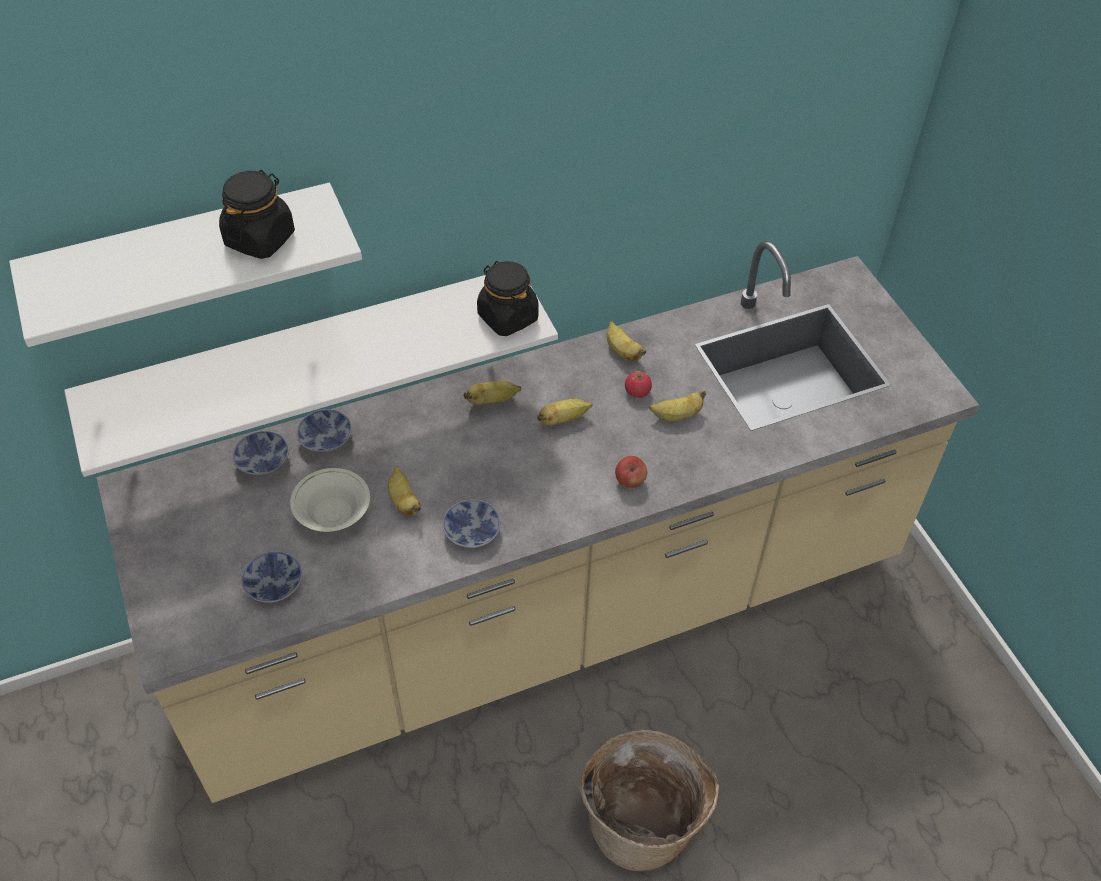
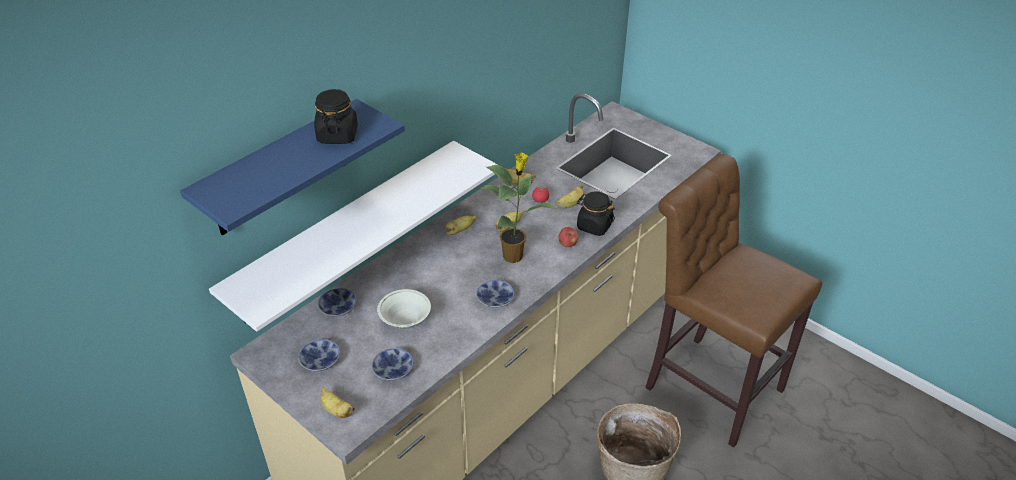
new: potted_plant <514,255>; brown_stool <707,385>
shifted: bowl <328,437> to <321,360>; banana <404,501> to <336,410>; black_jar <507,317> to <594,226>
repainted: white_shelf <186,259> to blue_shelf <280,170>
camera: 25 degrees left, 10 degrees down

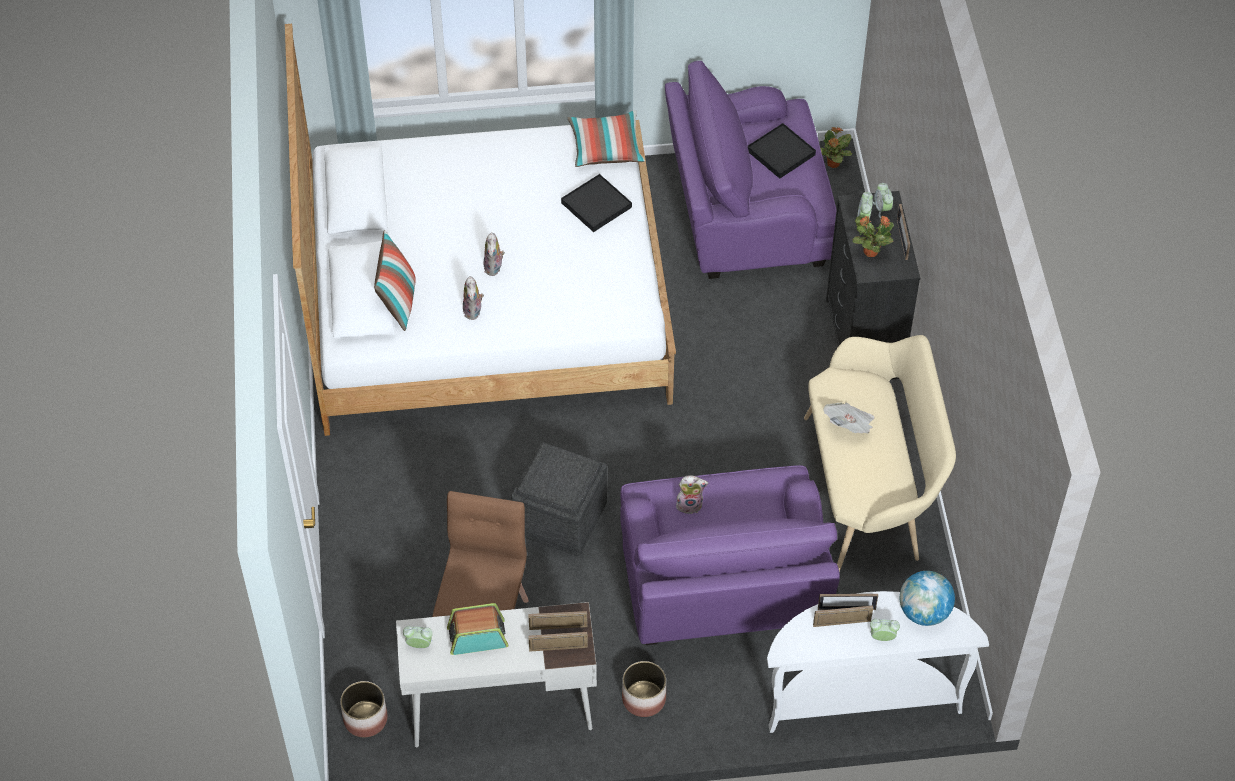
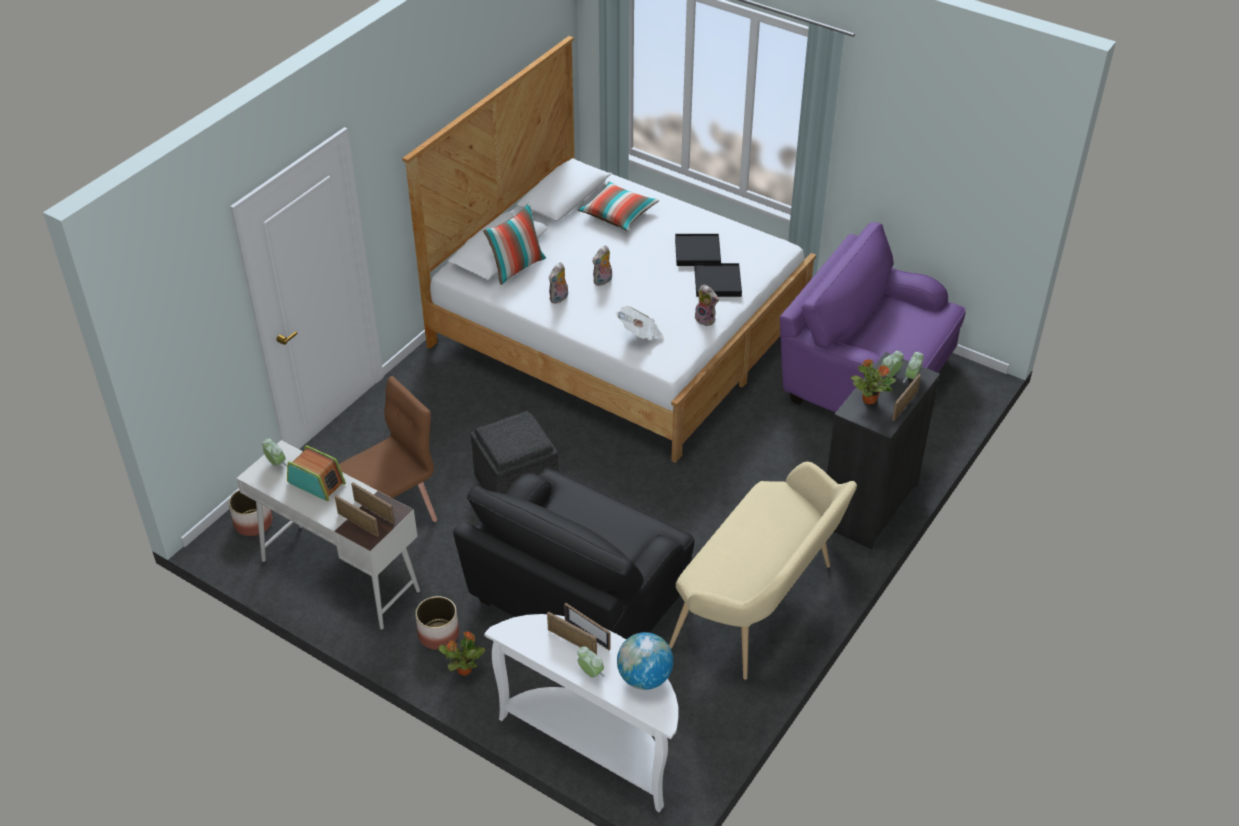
shifted: pillow <606,148> to <618,214>; plush_toy <690,504> to <706,319>; black_tray <781,153> to <697,252>; potted_plant <833,164> to <463,670>; newspaper <849,425> to <640,333>
repainted: purple_armchair <722,586> to black_armchair <577,600>
camera: 40 degrees right, 10 degrees down

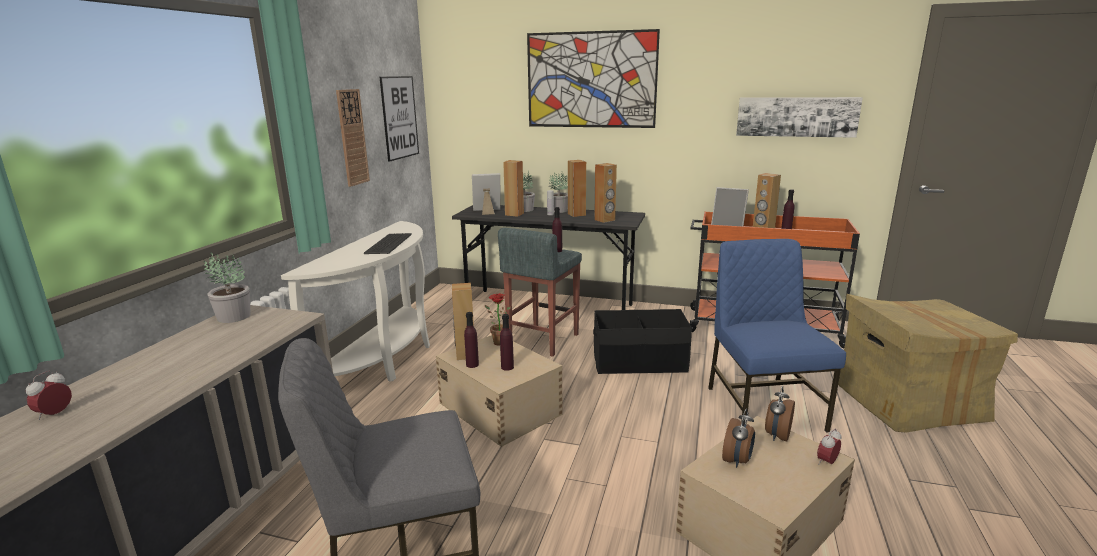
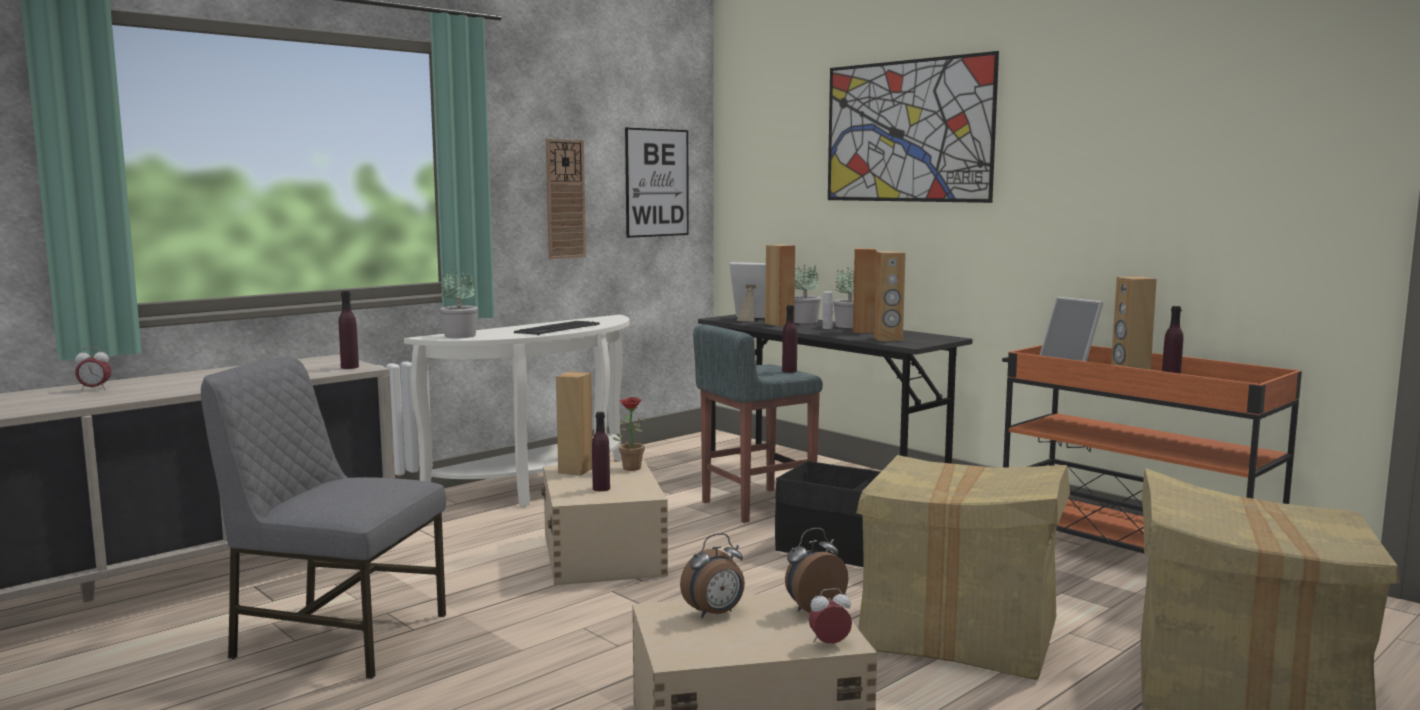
gone: picture <796,116>
shifted: potted_plant <233,317> to <459,336>; purple_bottle <472,365> to <350,367>
swapped: blue_chair <762,407> to cardboard_box <960,634>
rotated: alarm_clock <55,414> = <94,389> 150 degrees counterclockwise
camera: 30 degrees right, 10 degrees down

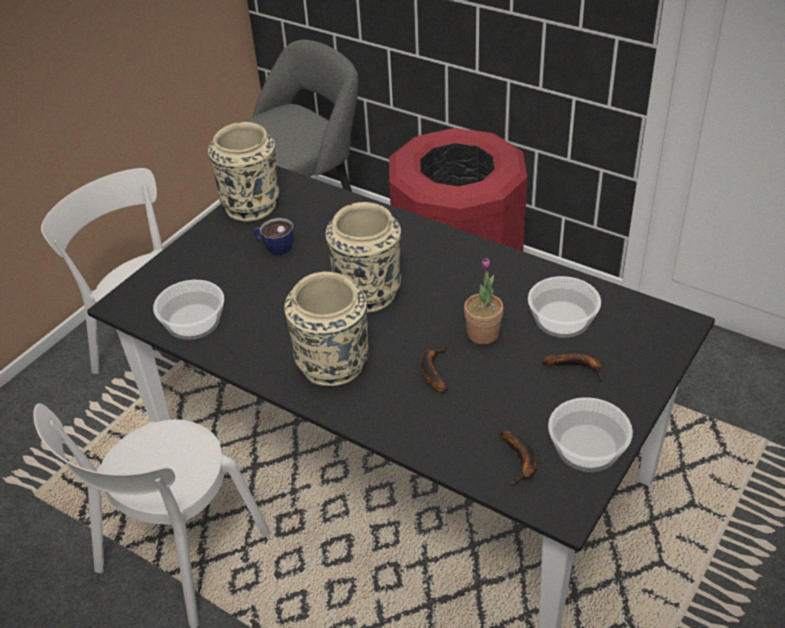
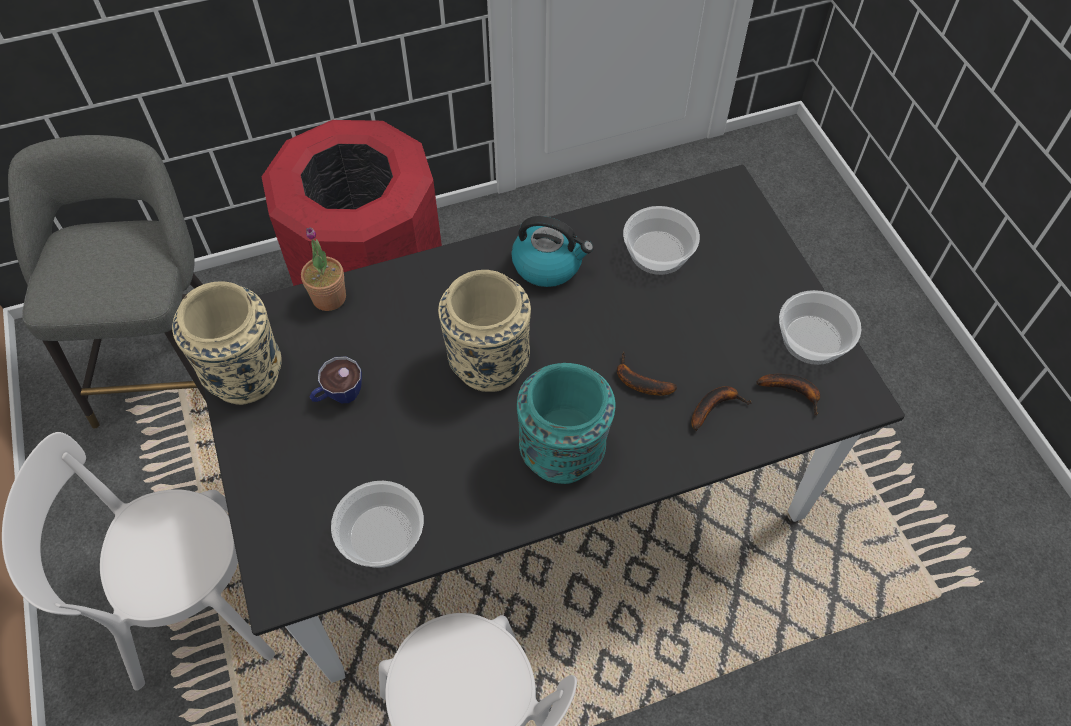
new: kettle <548,264>
shifted: potted_plant <483,334> to <329,297>; banana <577,366> to <715,406>
repainted: beige_vase <333,366> to turquoise_vase <563,452>
camera: 55 degrees left, 15 degrees up

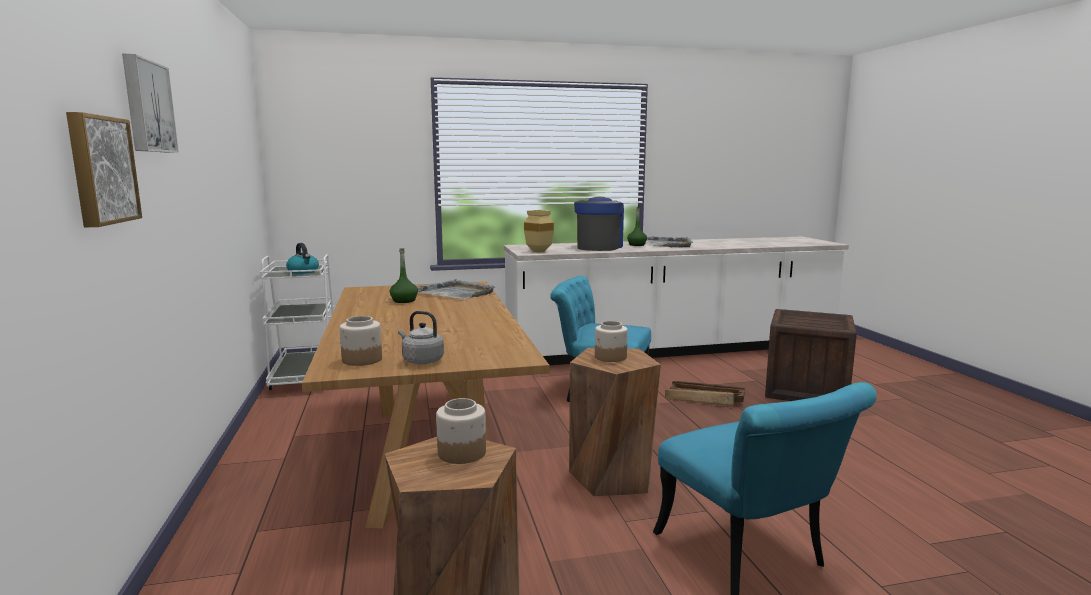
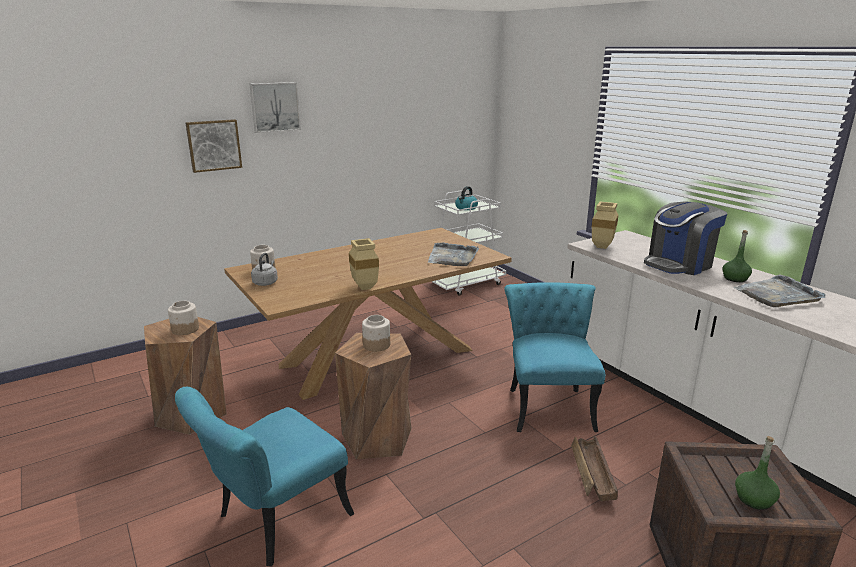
new: beige_vase <366,288>
shifted: green_bottle <404,301> to <754,499>
rotated: coffee_machine <599,247> = <679,264> 150 degrees clockwise
camera: 70 degrees right, 10 degrees up

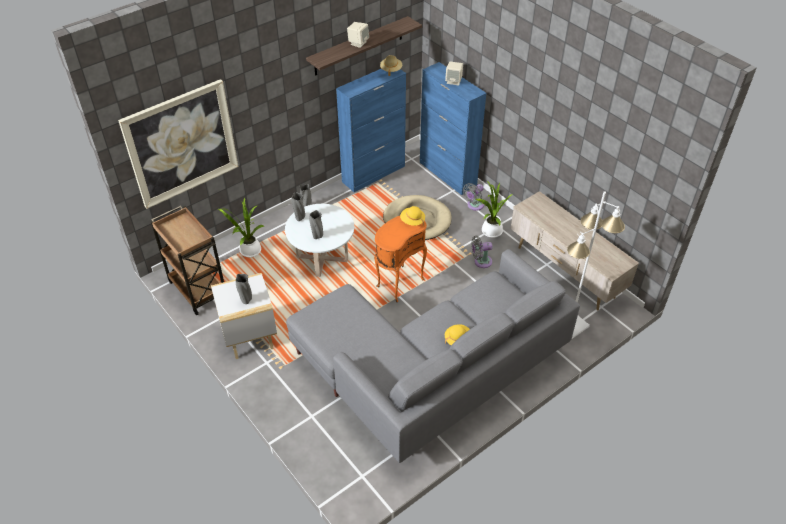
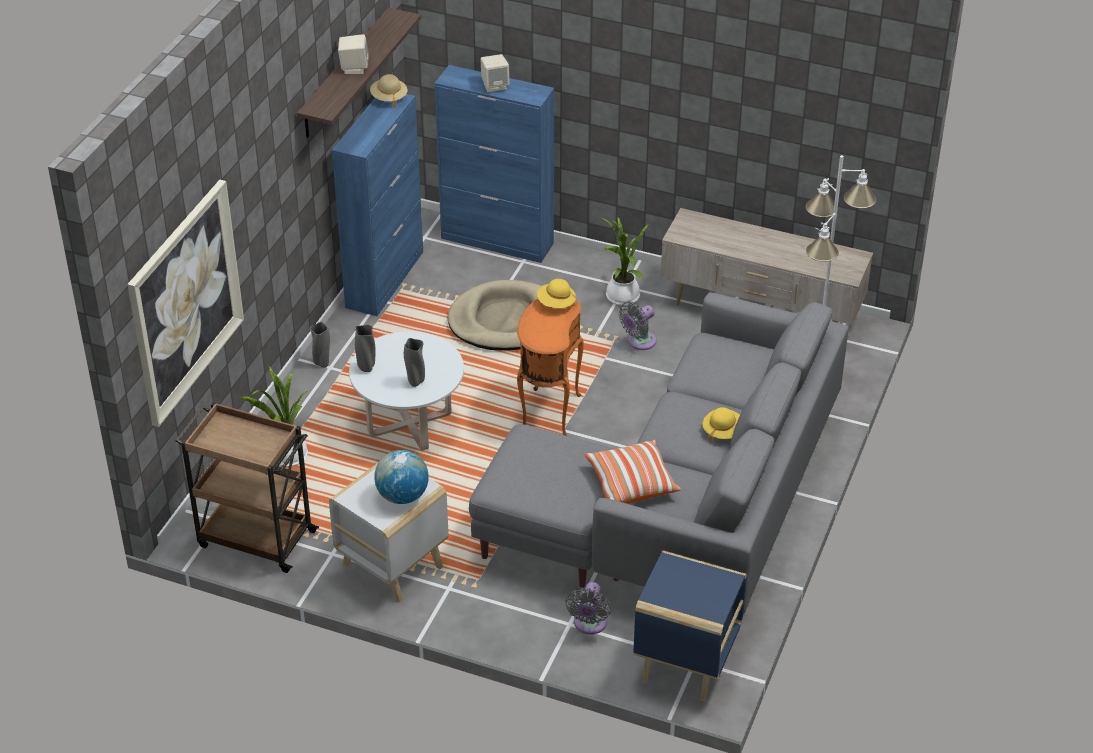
new: pillow <631,483>; blue_side_table <686,663>
shifted: grey_fan <474,205> to <589,624>
swapped: grey_vase <246,300> to globe <402,496>
camera: 30 degrees left, 5 degrees down

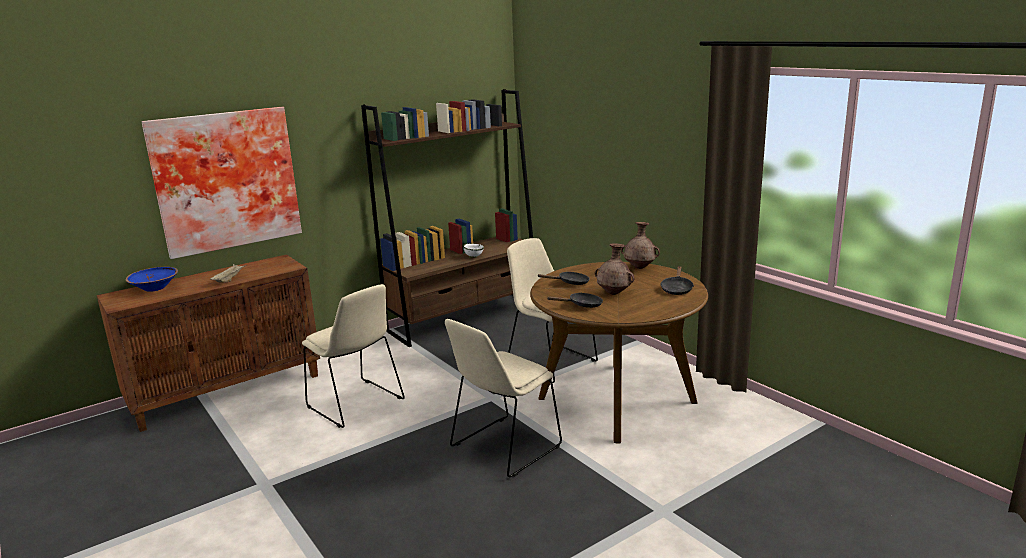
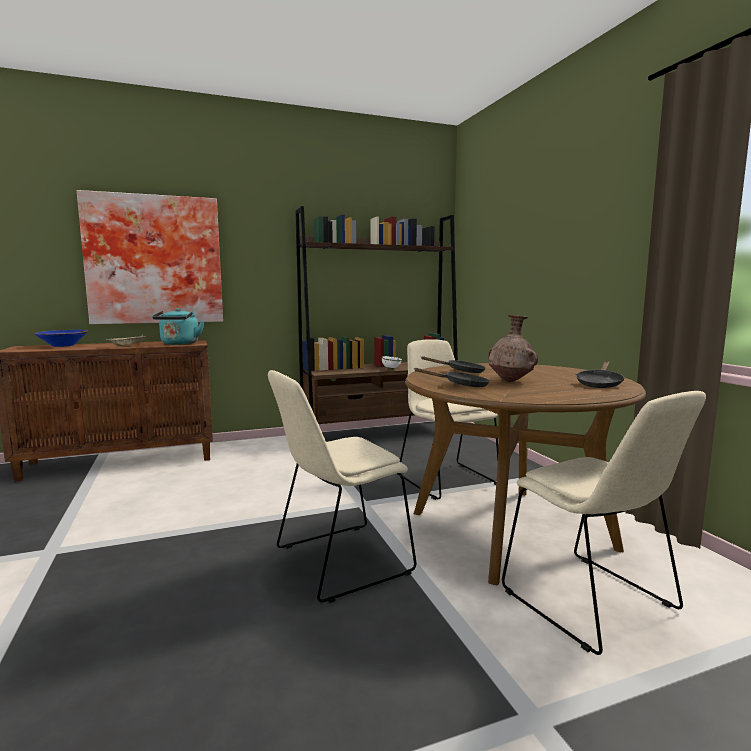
gone: brown_vase <640,267>
new: turquoise_kettle <179,344>
shifted: beige_chair <357,404> to <593,603>
camera: 15 degrees right, 10 degrees down

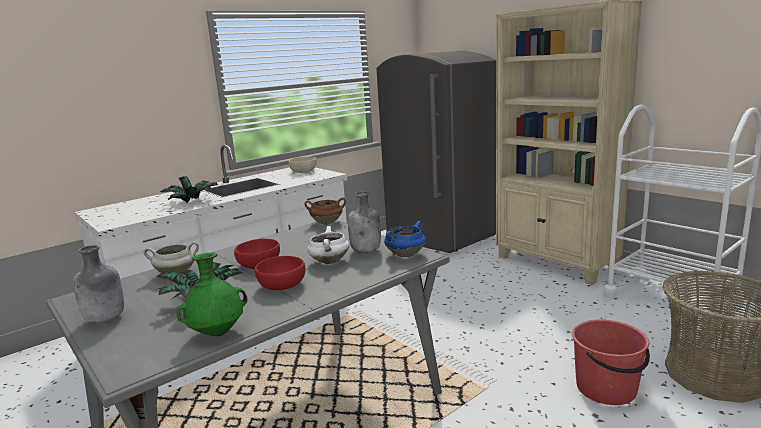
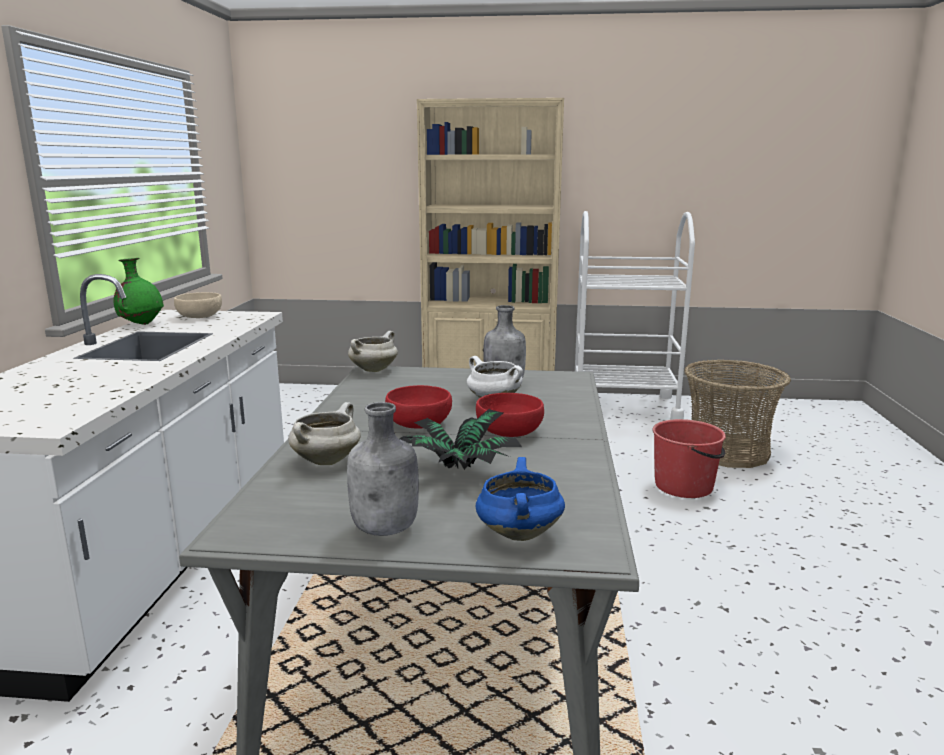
gone: potted_plant <192,202>; grey_fridge <439,236>
shifted: green_vase <218,333> to <141,324>; blue_cooking_pot <406,254> to <518,533>
repainted: brown_cooking_pot <327,223> to white_cooking_pot <373,370>
camera: 45 degrees left, 0 degrees up

